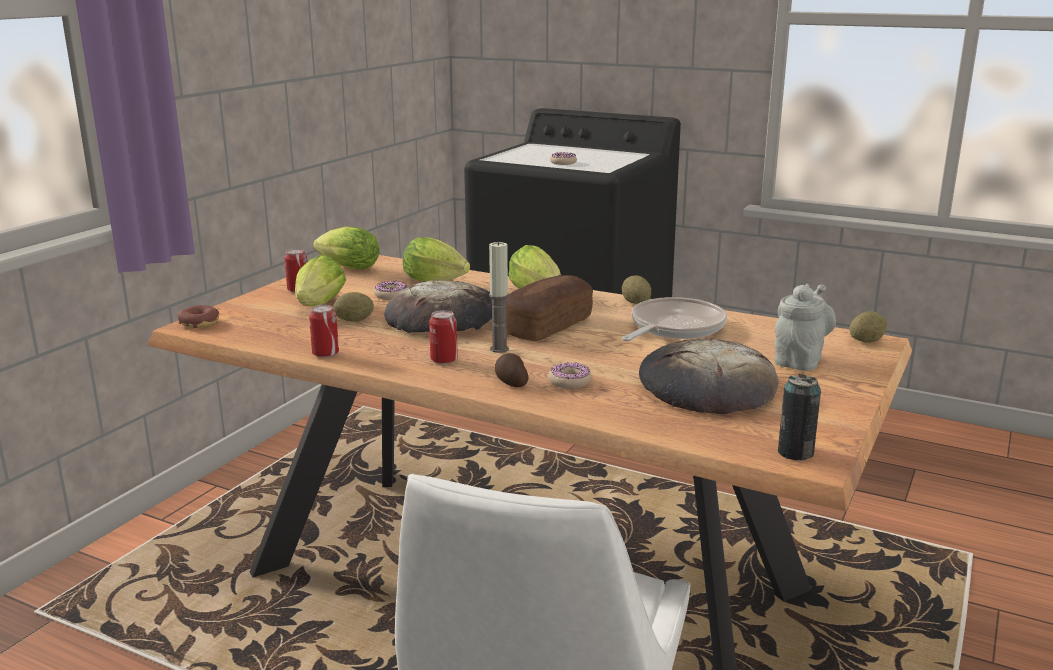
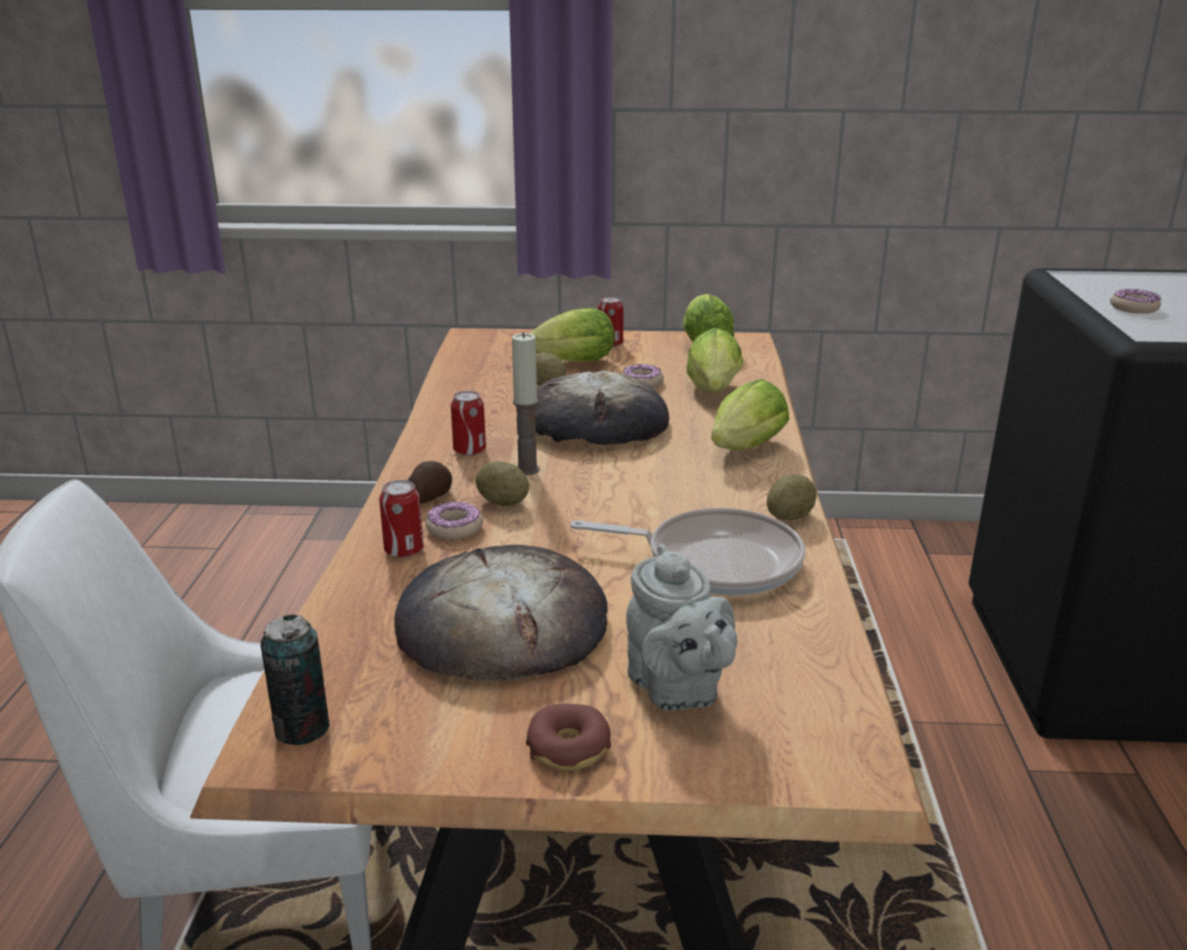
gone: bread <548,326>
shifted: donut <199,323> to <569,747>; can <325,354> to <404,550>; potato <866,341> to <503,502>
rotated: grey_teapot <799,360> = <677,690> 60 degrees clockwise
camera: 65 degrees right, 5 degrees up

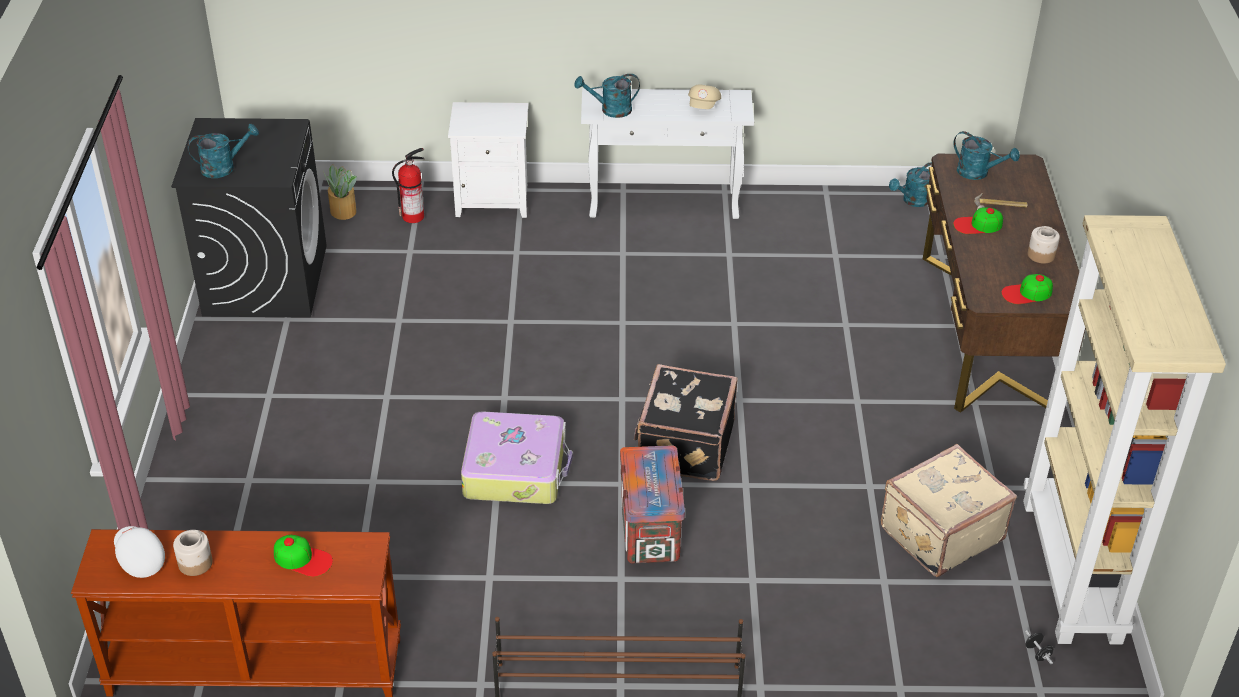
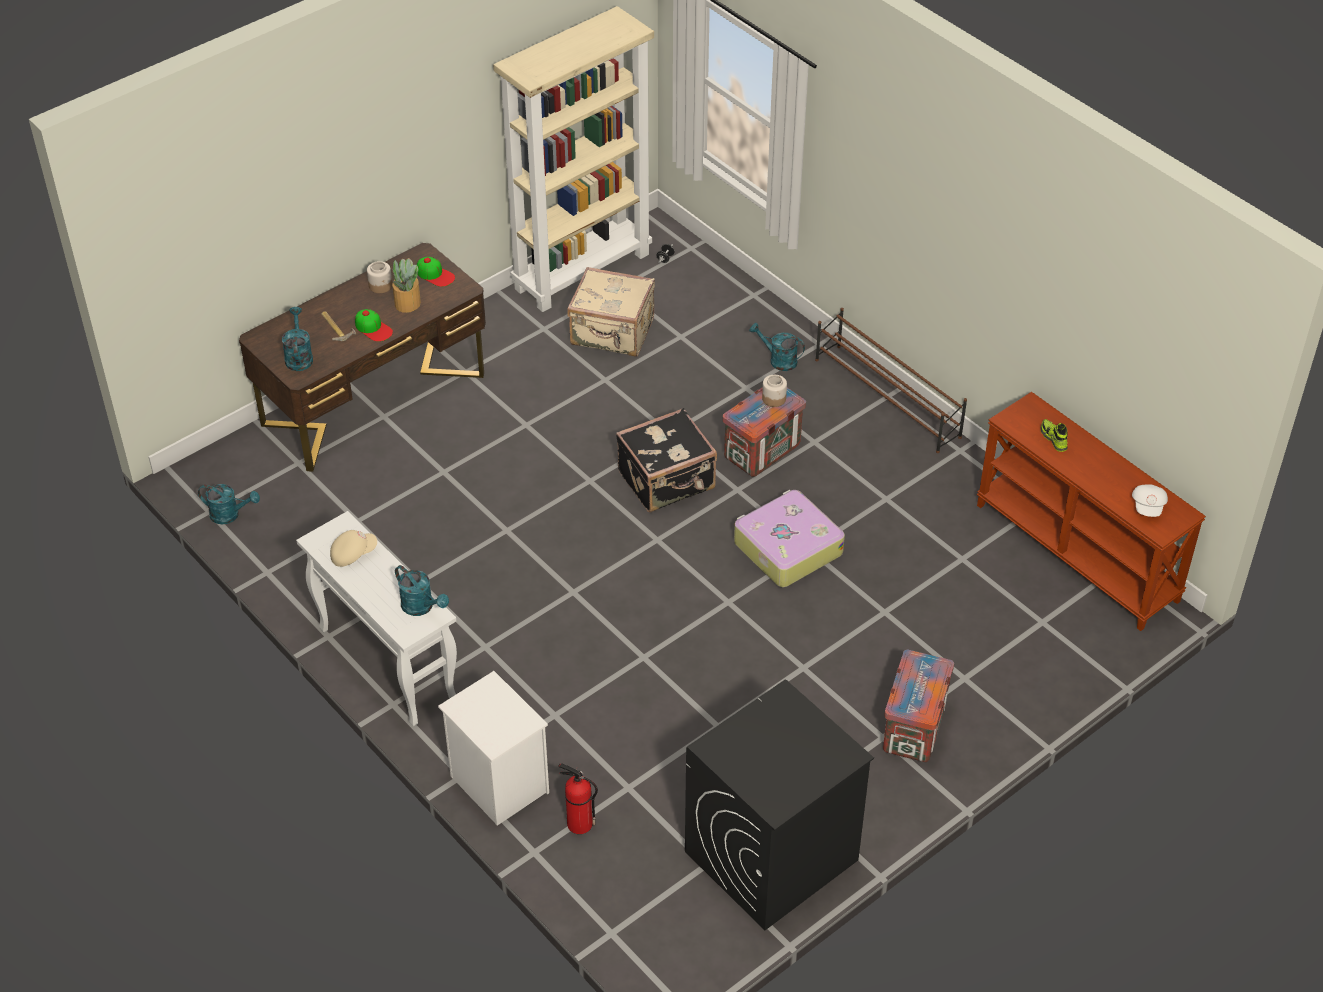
new: crate <913,730>
shifted: jar <195,563> to <774,398>; turquoise_watering_can <224,167> to <778,360>; potted_plant <343,211> to <407,303>
swapped: cap <303,559> to shoe <1053,439>
camera: 130 degrees left, 5 degrees up

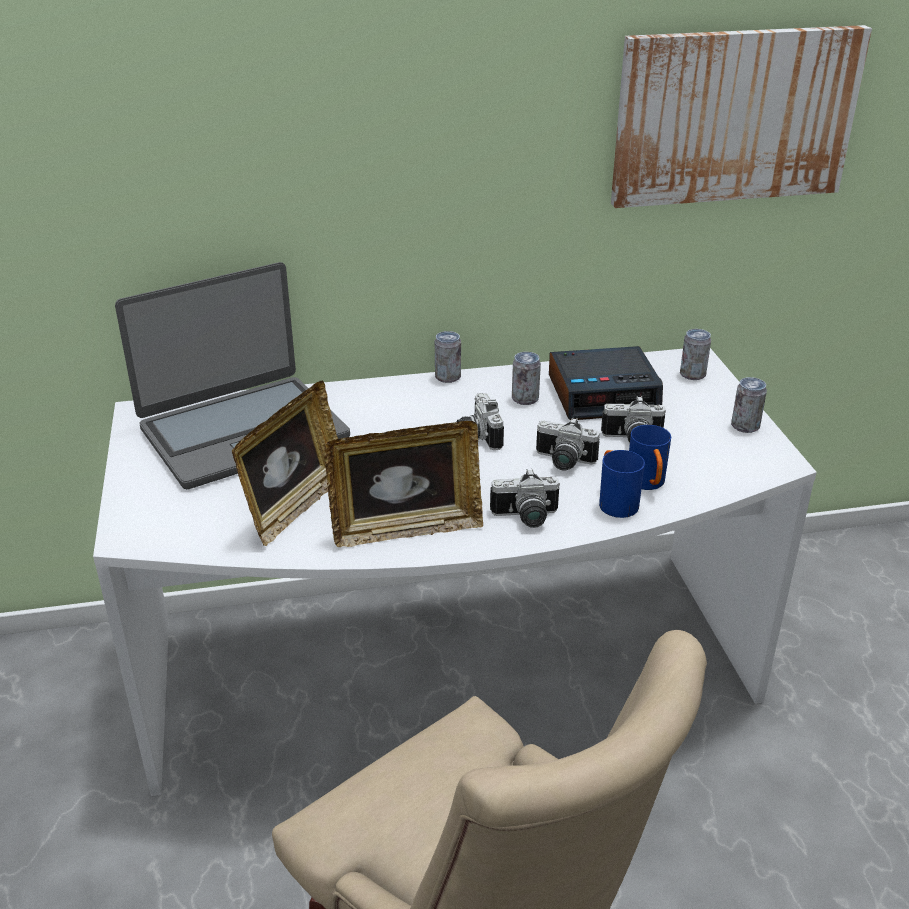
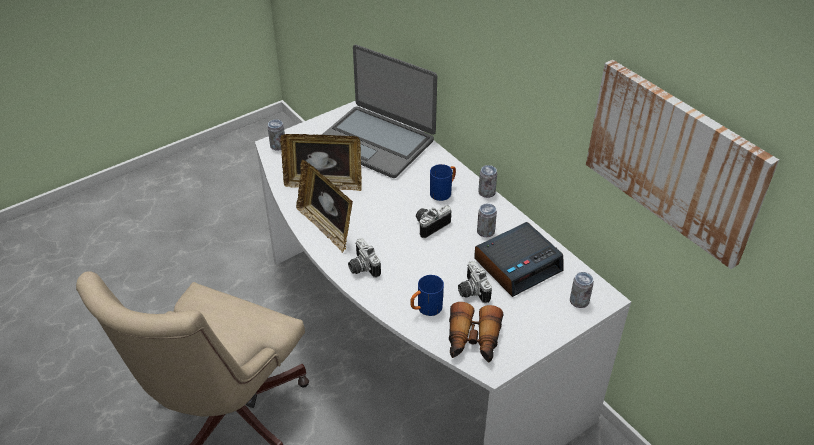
gone: photo_camera <563,462>
new: binoculars <473,341>
shifted: blue_mug <614,502> to <443,192>; can <745,426> to <278,146>
rotated: alarm_clock <604,394> = <518,264> 90 degrees counterclockwise
camera: 65 degrees right, 10 degrees up

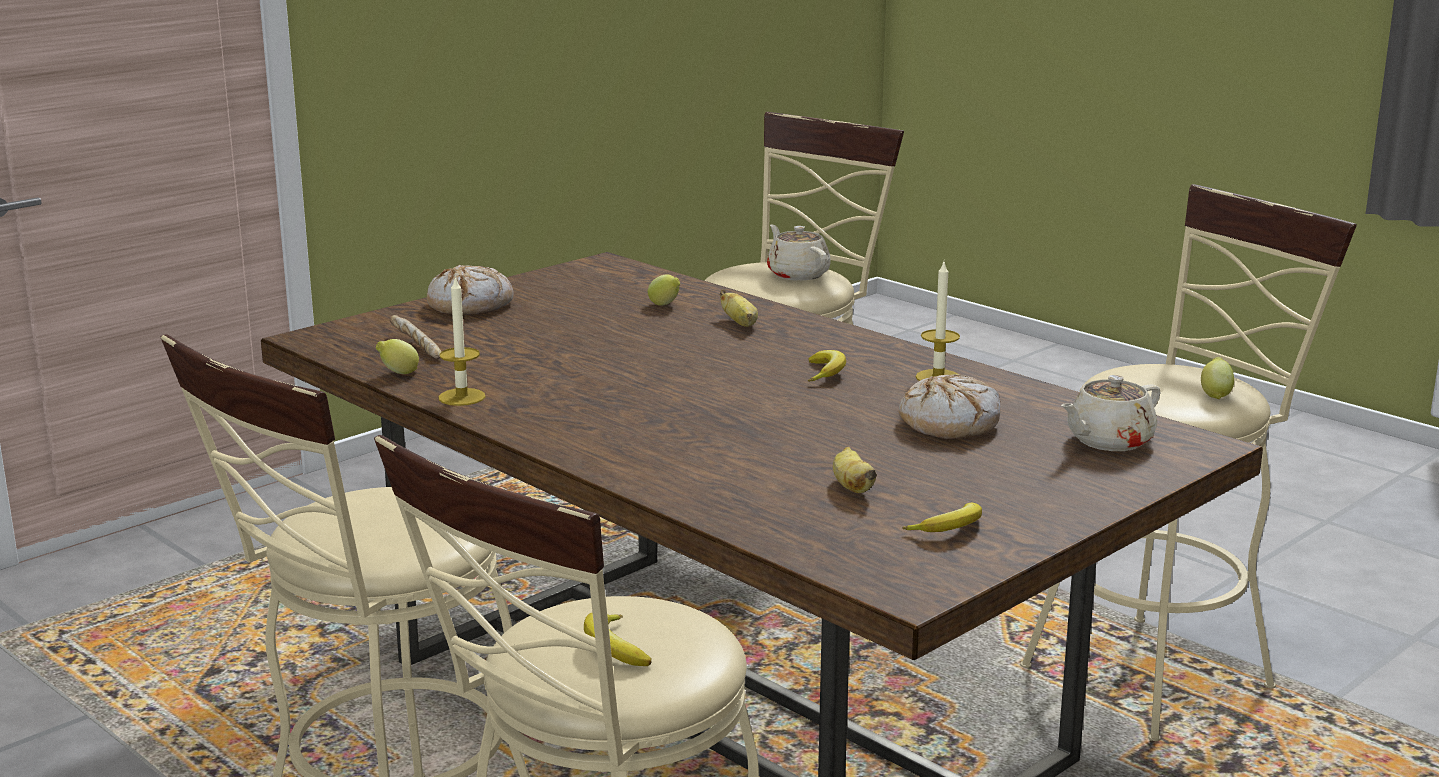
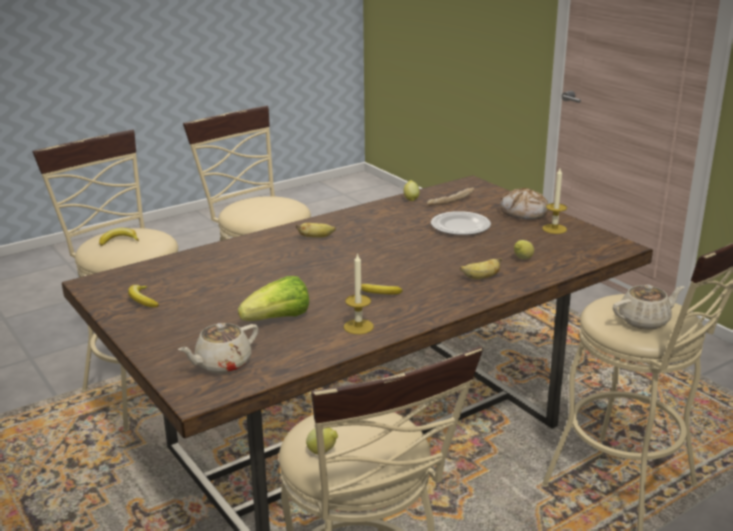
new: plate <461,226>
shifted: candle <462,397> to <554,229>; banana <852,487> to <316,237>
swapped: bread <950,423> to lettuce <278,319>
rotated: beige_teapot <1108,441> = <222,364> 105 degrees counterclockwise
camera: 100 degrees right, 5 degrees up

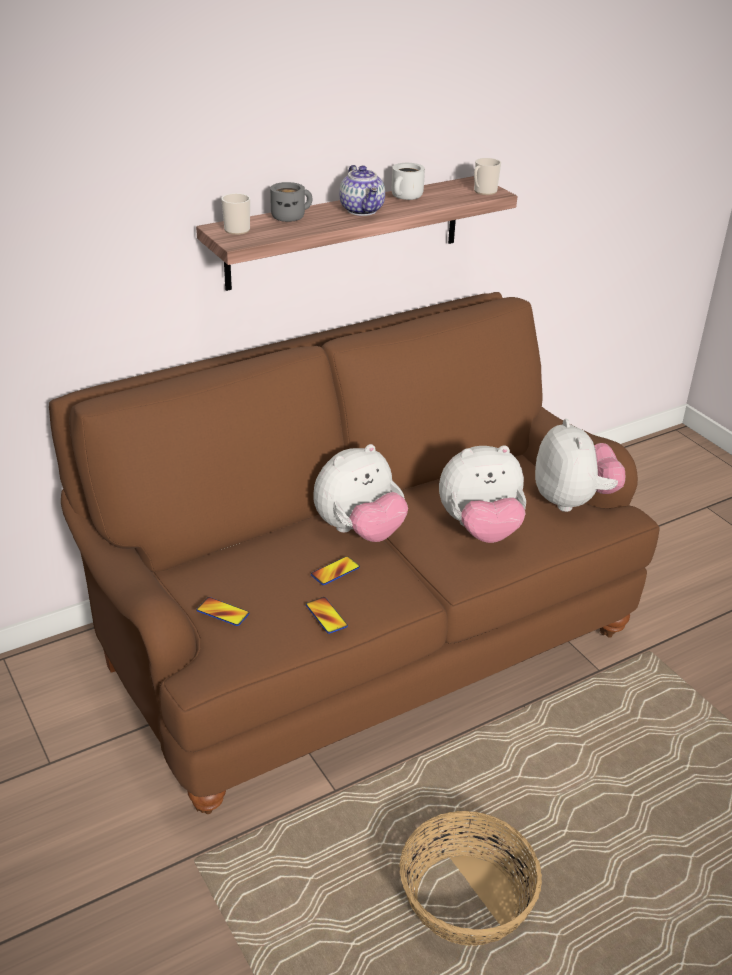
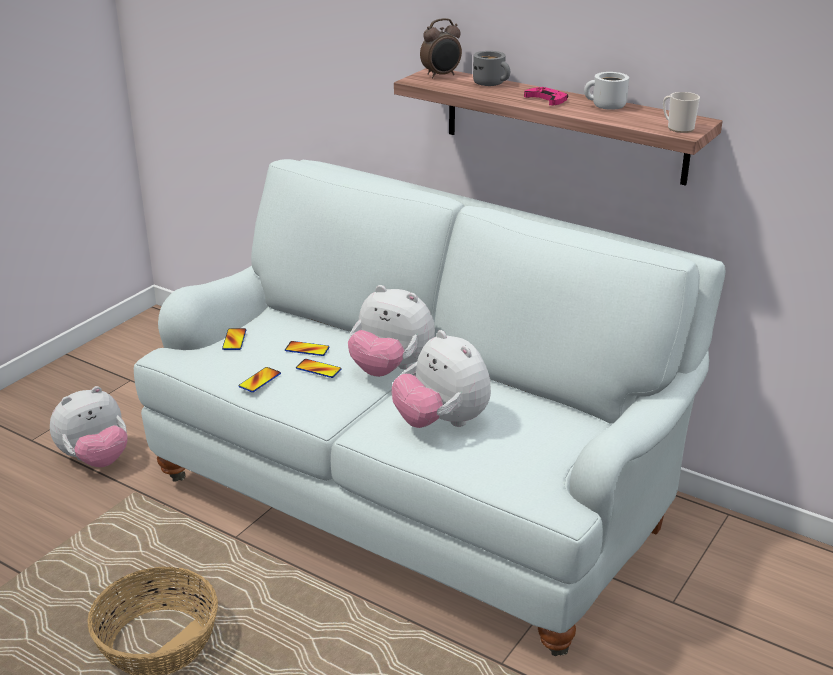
new: phone <307,349>
shifted: plush_toy <573,501> to <96,459>
swapped: mug <237,228> to alarm_clock <441,75>; teapot <363,210> to pink_game_controller <547,99>
repainted: brown_sofa <359,639> to white_sofa <417,495>
camera: 65 degrees right, 5 degrees down

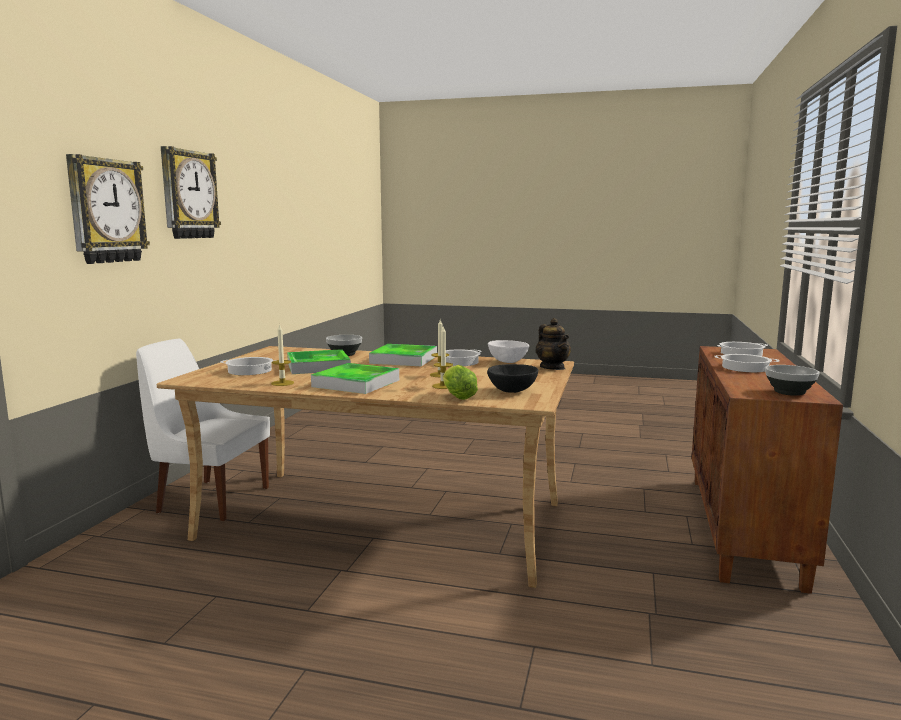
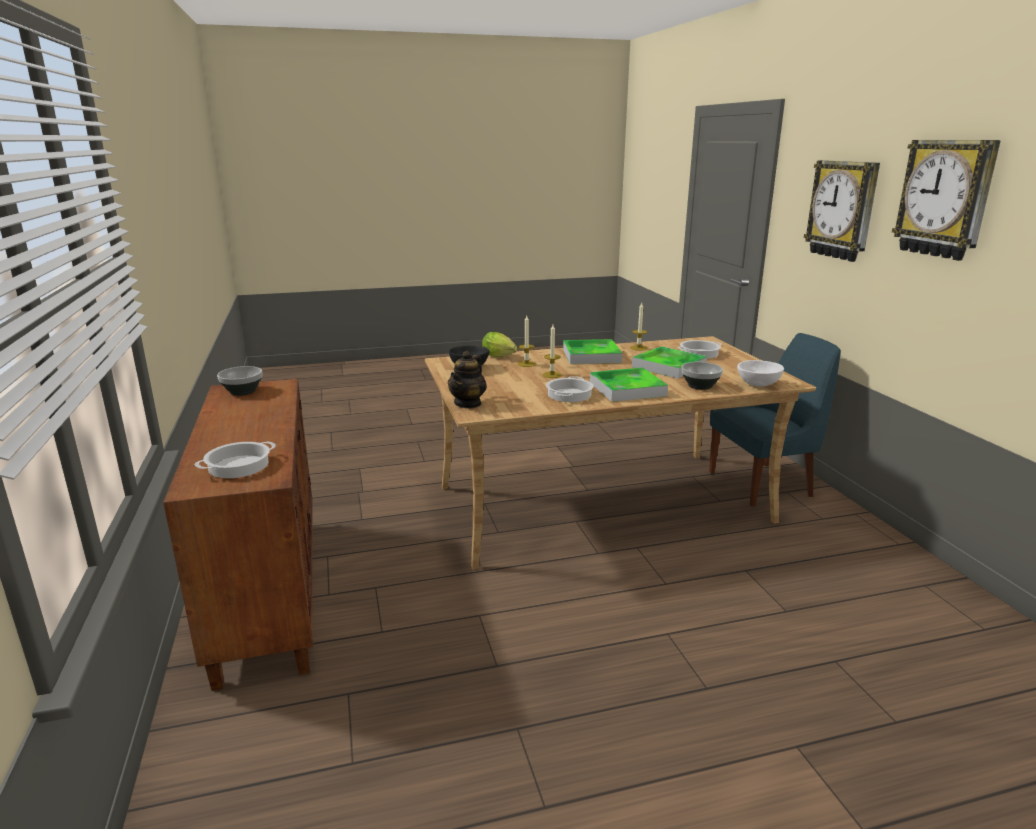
gone: cooking_pot <744,368>
shifted: white_bowl <508,362> to <758,385>
repainted: white_chair <210,499> to blue_chair <763,484>
rotated: teapot <552,368> = <468,403> 105 degrees counterclockwise
camera: 150 degrees right, 10 degrees up

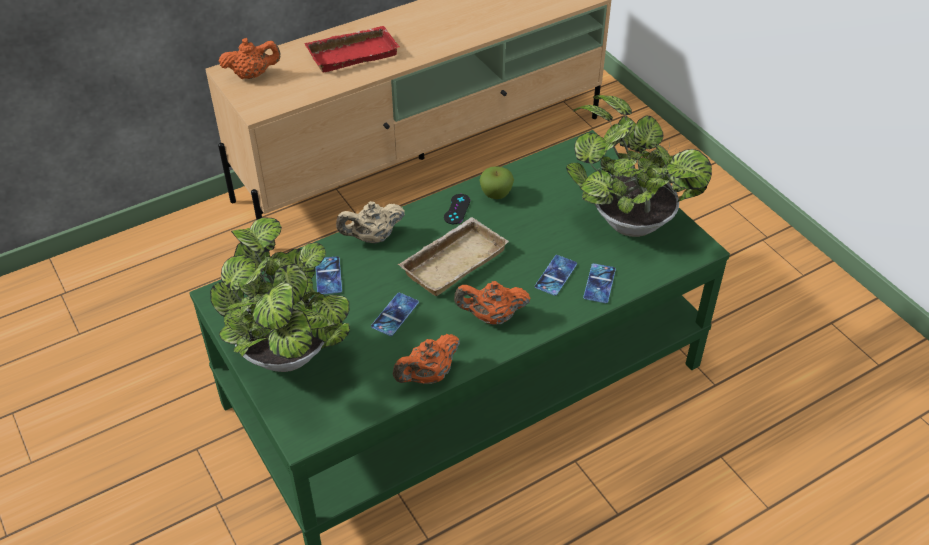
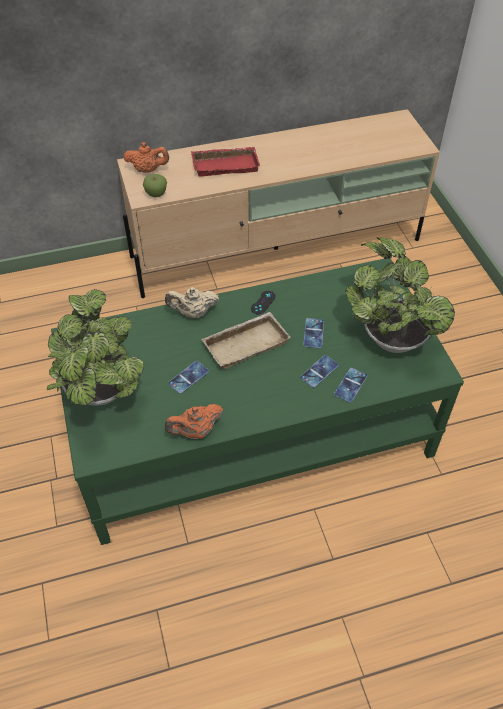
gone: orange_teapot <491,317>
shifted: phone <328,276> to <313,333>; apple <496,195> to <156,194>
camera: 15 degrees right, 5 degrees up

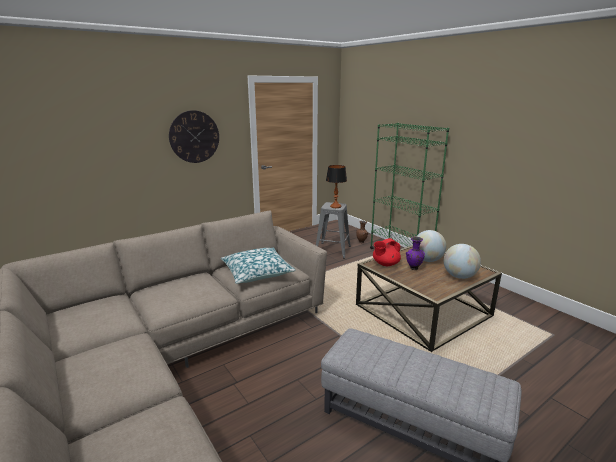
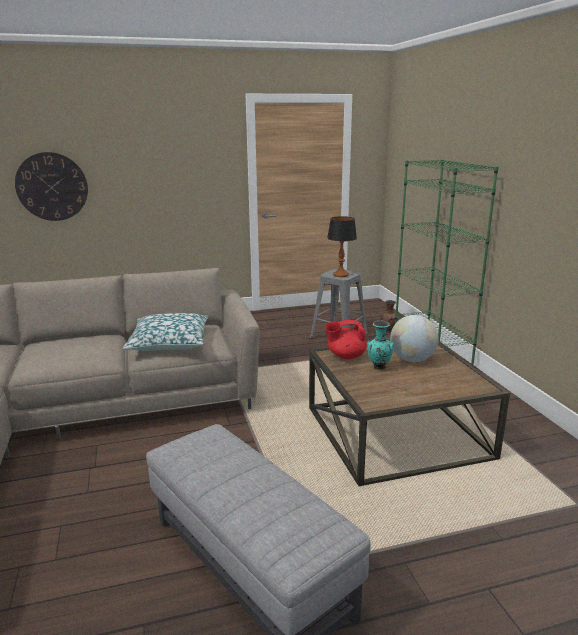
gone: globe <459,276>
shifted: wall_clock <194,137> to <52,187>
repainted: purple_vase <413,269> to turquoise_vase <378,368>
camera: 20 degrees right, 0 degrees up

